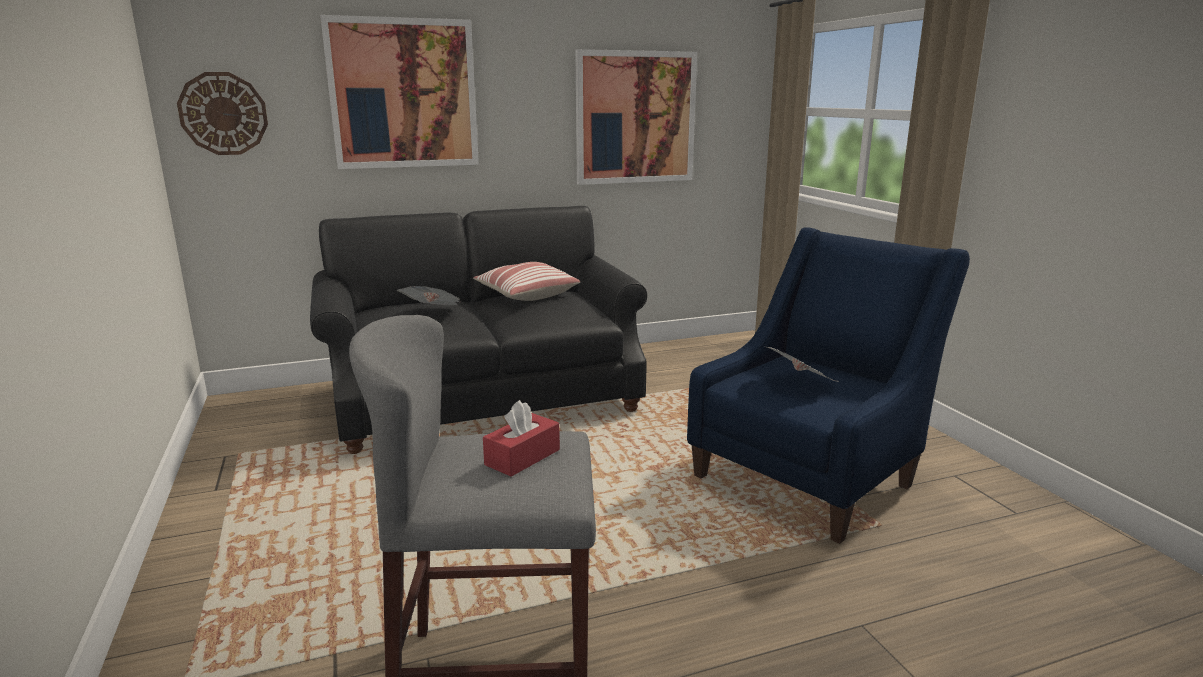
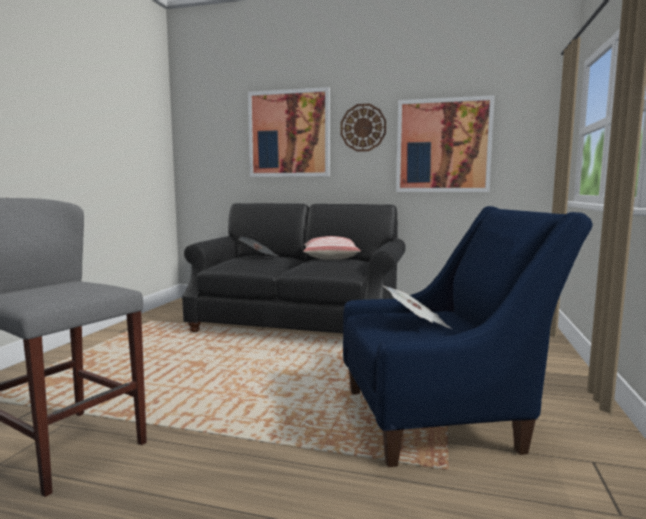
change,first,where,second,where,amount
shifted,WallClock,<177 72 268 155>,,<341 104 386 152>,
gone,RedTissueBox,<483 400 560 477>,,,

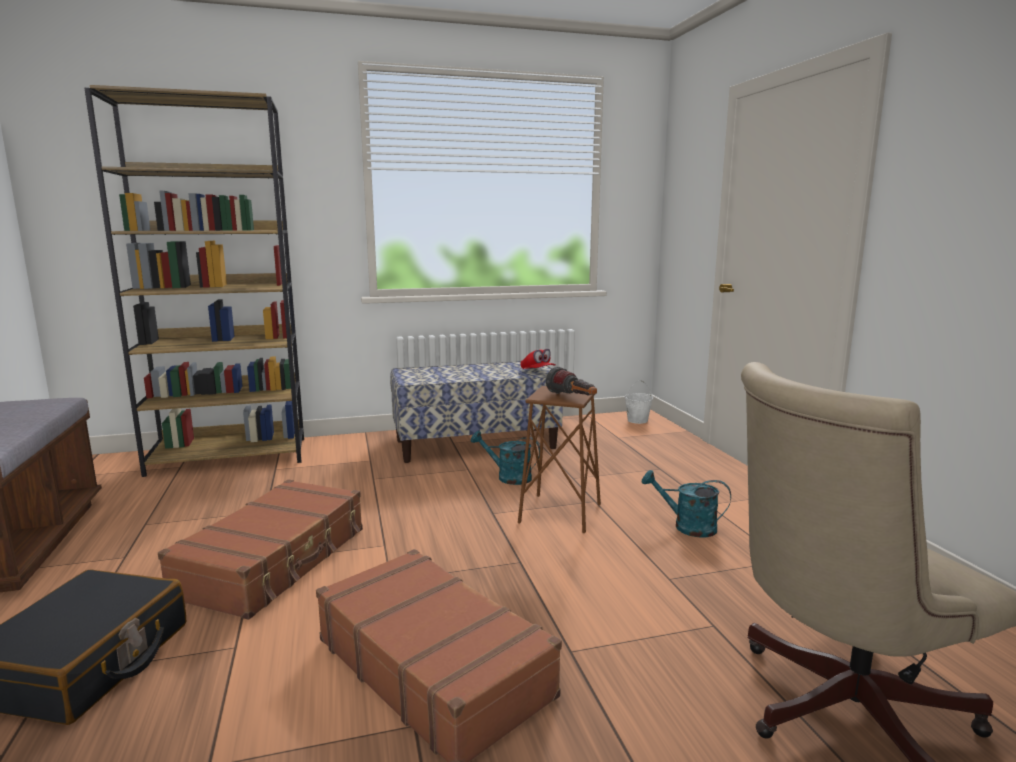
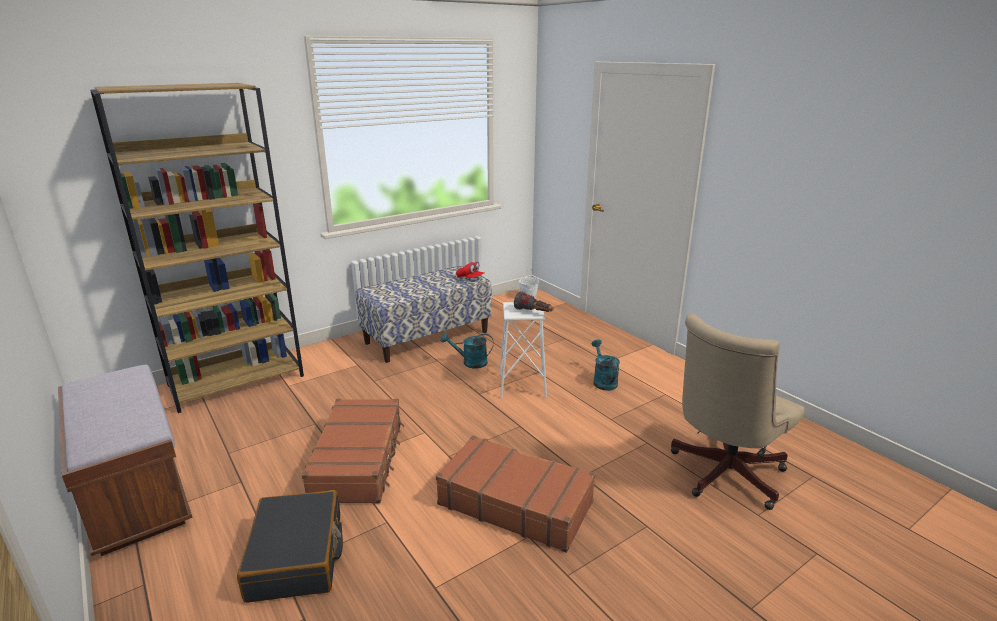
change,first,where,second,where,amount
repainted,BrownStool,<518 386 601 533>,WhiteStool,<499 302 547 398>,
rotated,TurquoiseWateringCan,<642 470 731 538>,,<592 339 620 391>,75 degrees clockwise

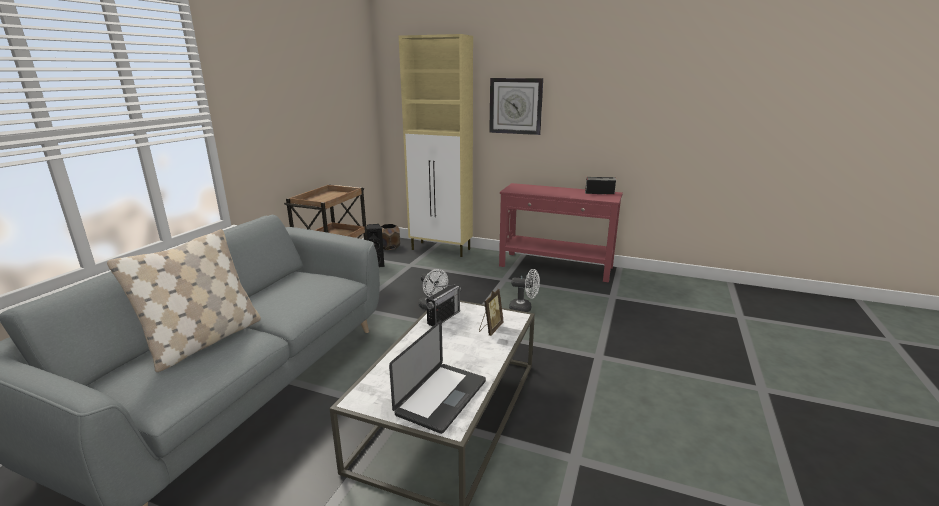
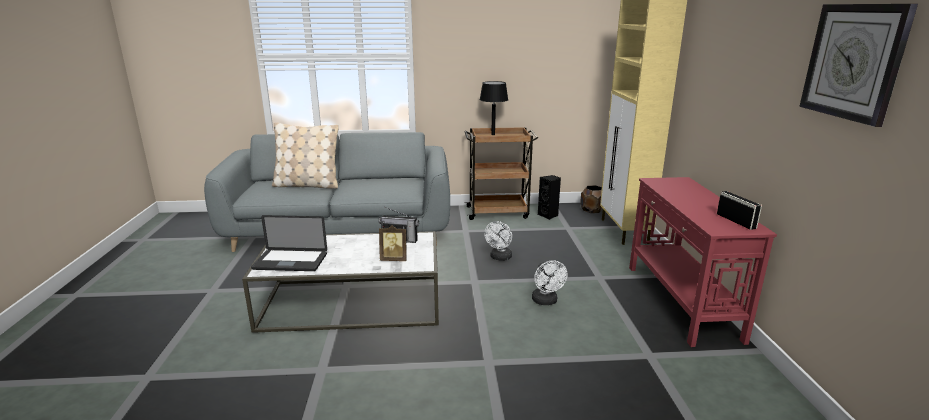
change,first,where,second,where,amount
shifted,WallClock,<489 78 543 135>,,<799 4 918 127>,
new,,,BlackTableLamp,<480 81 508 135>,

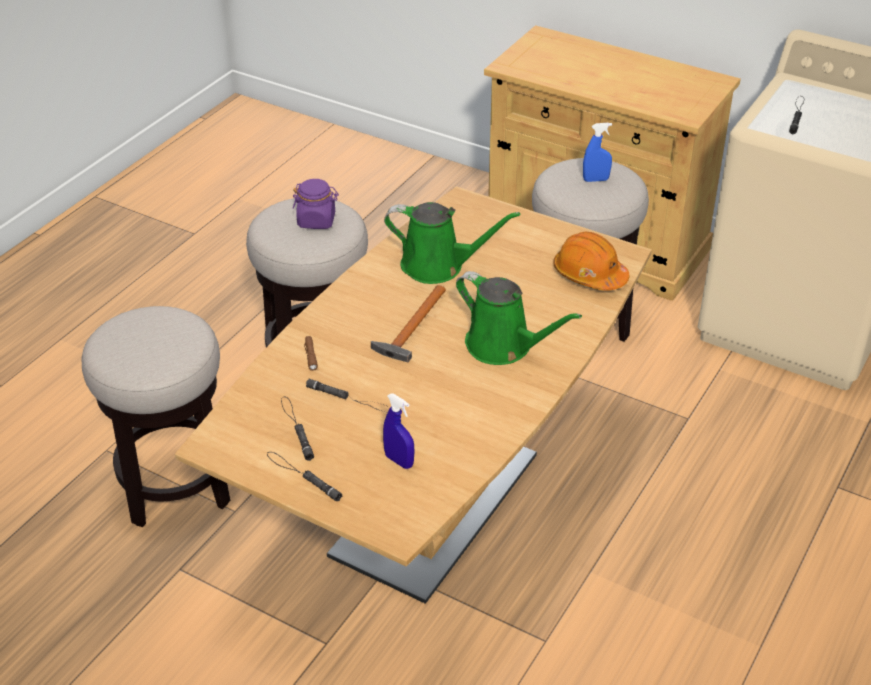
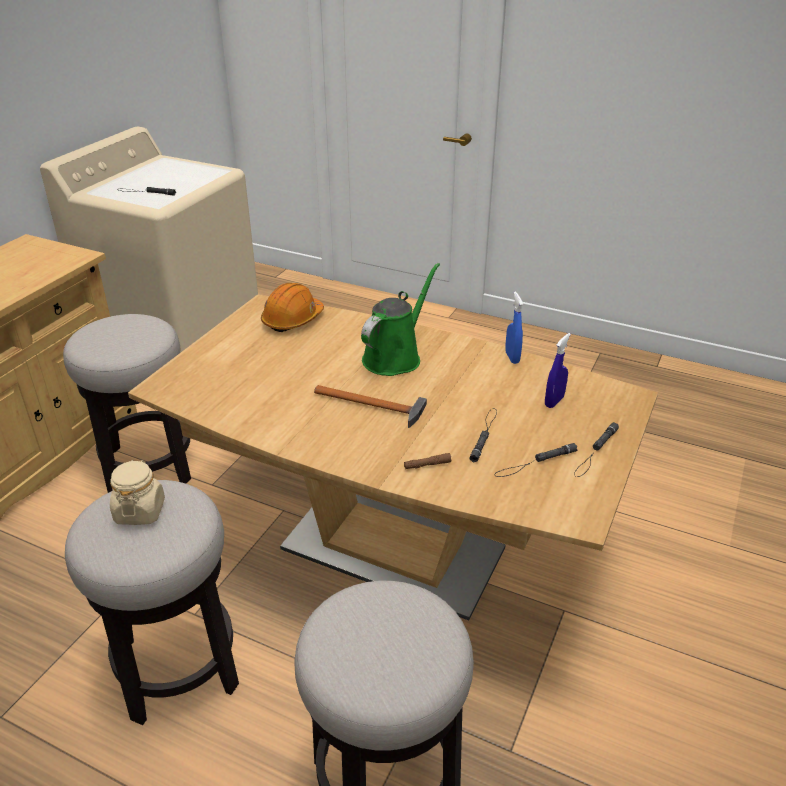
change,first,where,second,where,amount
repainted,PurpleJar,<293 179 339 229>,BeigeJar,<110 460 165 525>,
gone,GreenWateringCan,<384 202 520 284>,,,
shifted,BlueSprayBottle,<583 123 612 182>,,<505 291 523 364>,

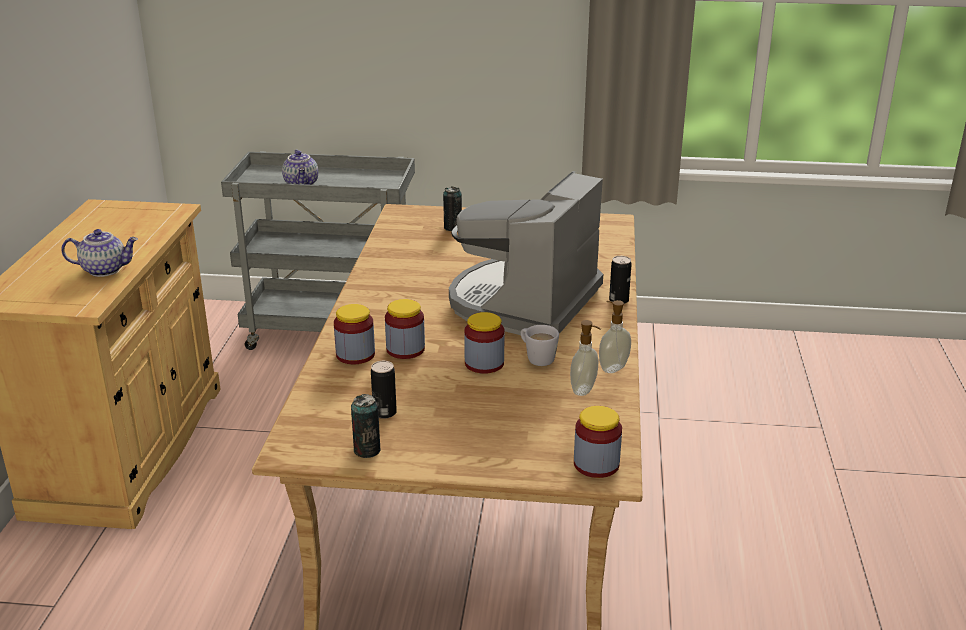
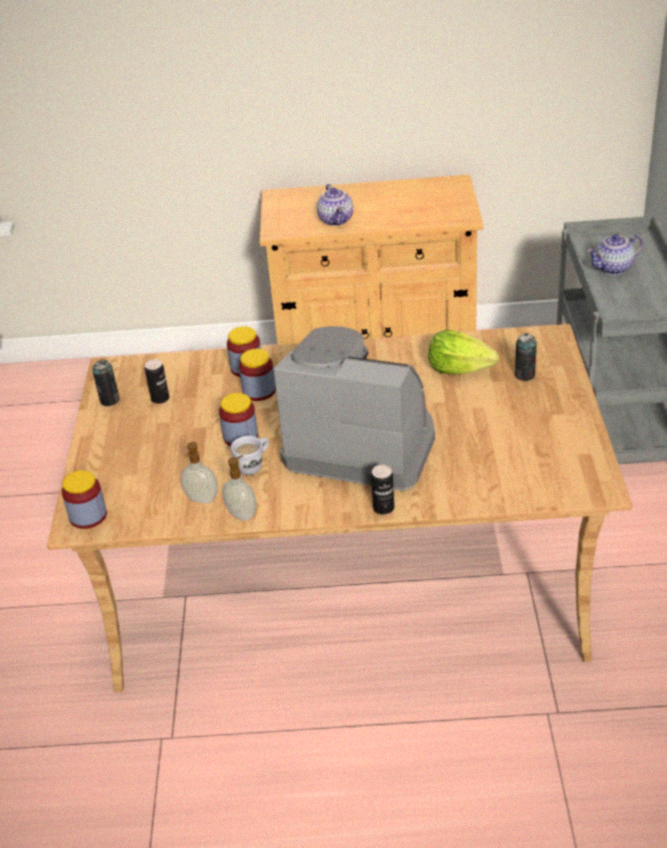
change,first,where,second,where,amount
new,,,Lettuce,<428 330 499 375>,

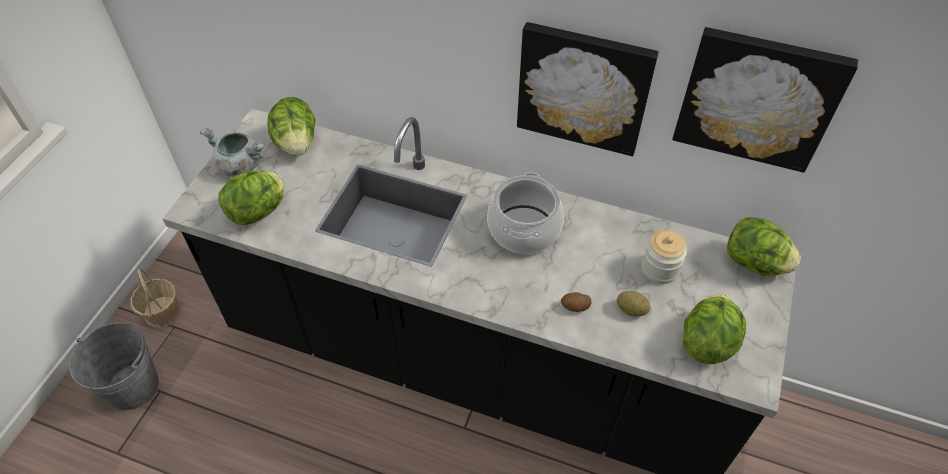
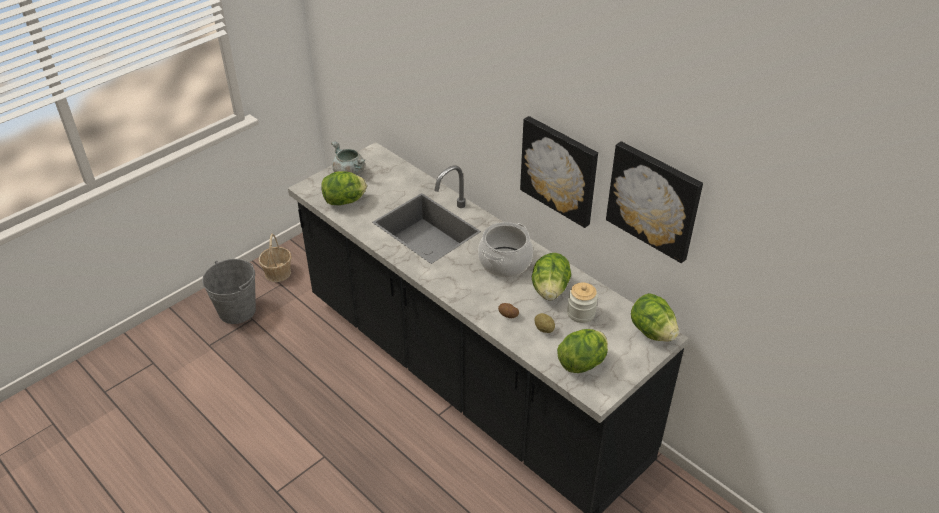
change,first,where,second,where,amount
shifted,Lettuce,<267 97 315 156>,,<532 253 571 301>,

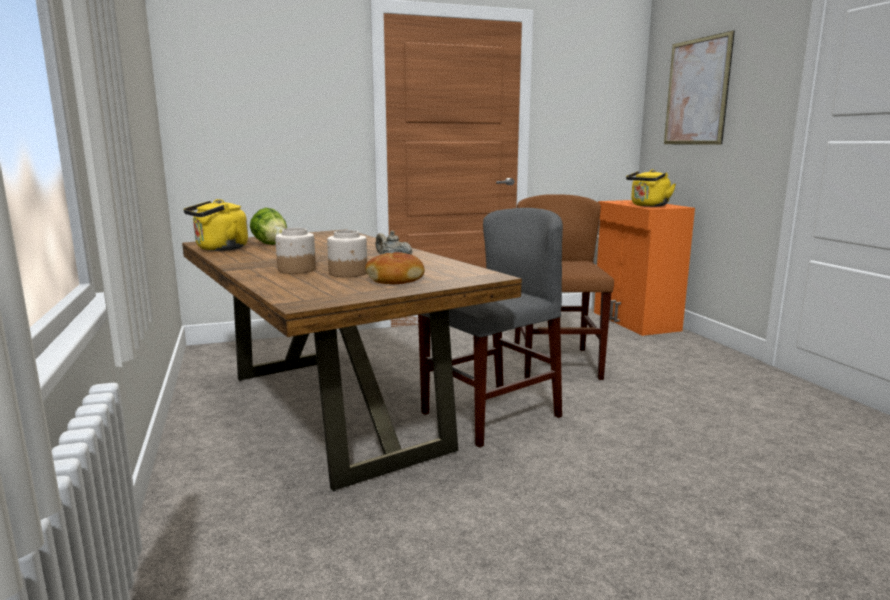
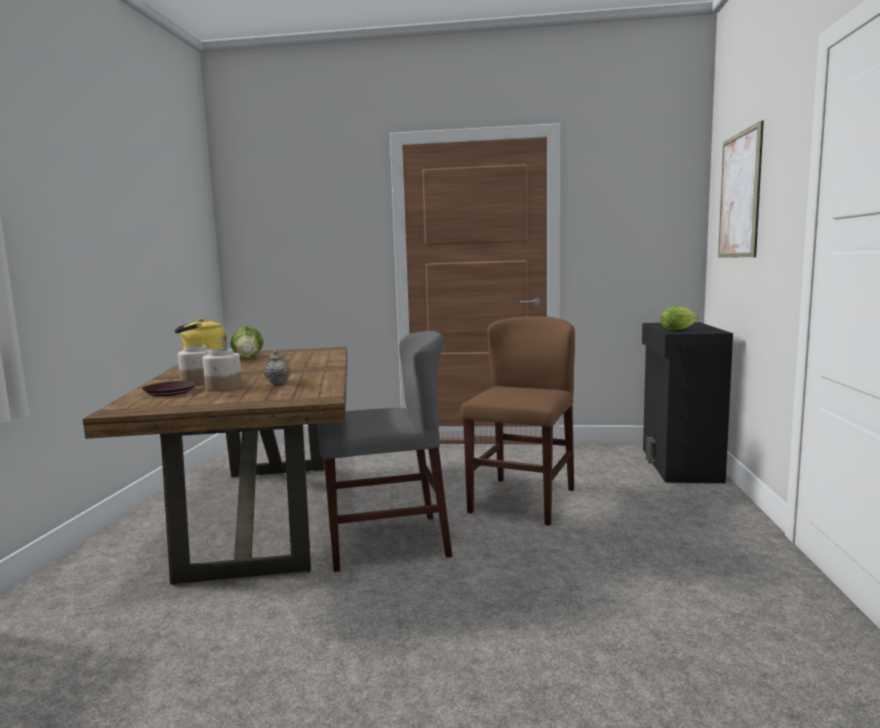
change,first,where,second,where,amount
gone,Bread,<365 252 425 284>,,,
repainted,OrangeCabinet,<594 200 695 336>,BlackCabinet,<642 322 733 483>,
swapped,YellowKettle,<626 169 676 207>,Lettuce,<661 306 698 330>,
new,,,BrownPlate,<142 381 197 396>,

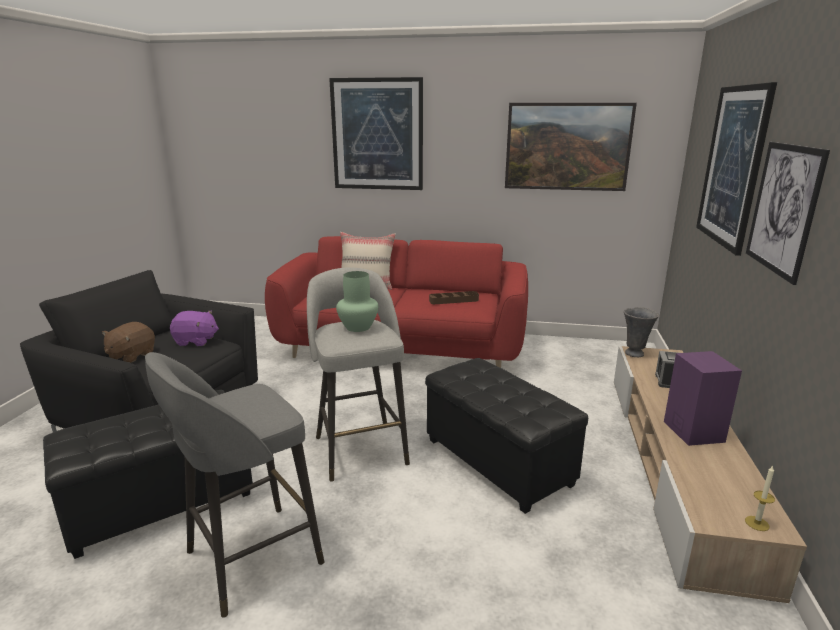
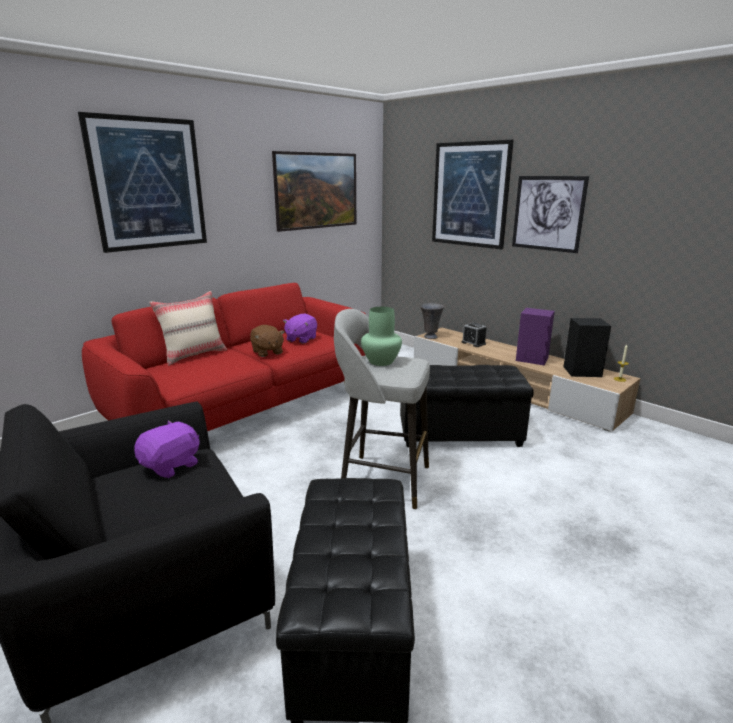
change,first,where,second,where,amount
shifted,BrownPlushToy,<102 322 155 363>,,<250 325 285 357>,
gone,GreyStool,<145 352 324 618>,,,
swapped,BrownTray,<429 291 479 304>,PurplePlushToy,<283 314 317 344>,
new,,,BlackSpeaker,<563 318 611 377>,

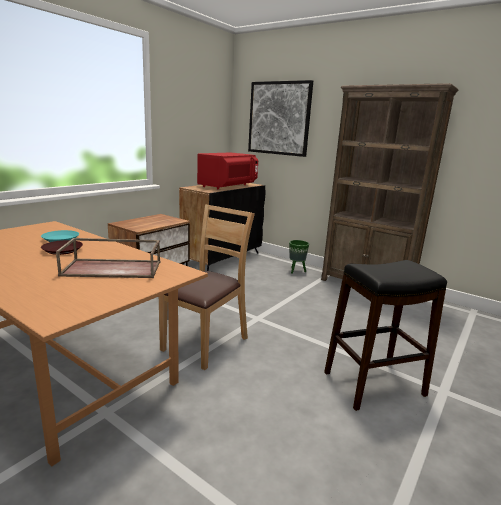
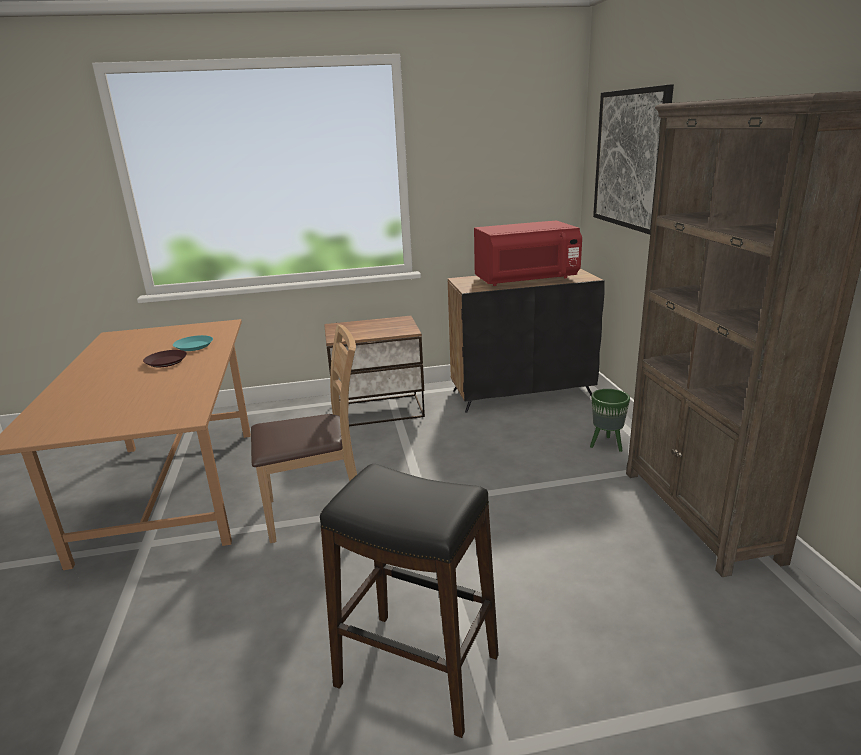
change,first,where,second,where,amount
gone,BrownTray,<56 238 160 278>,,,

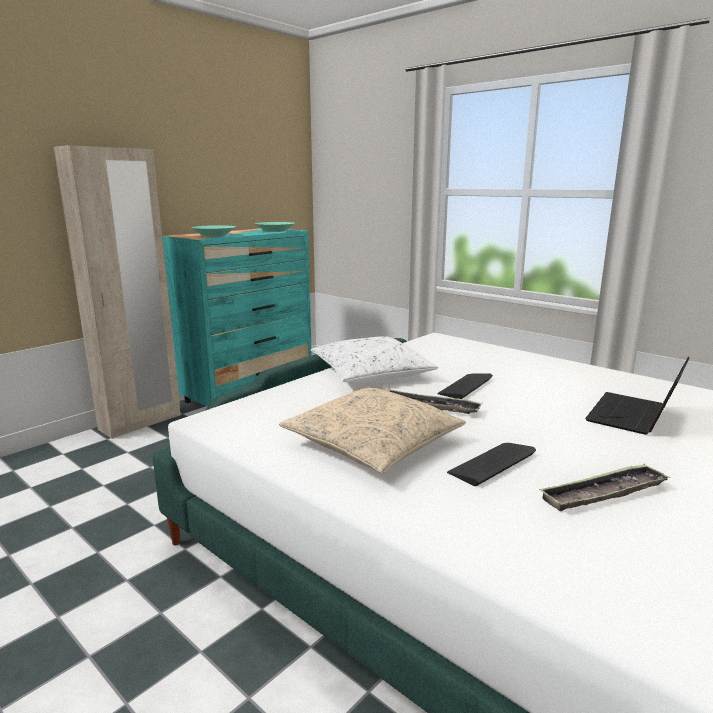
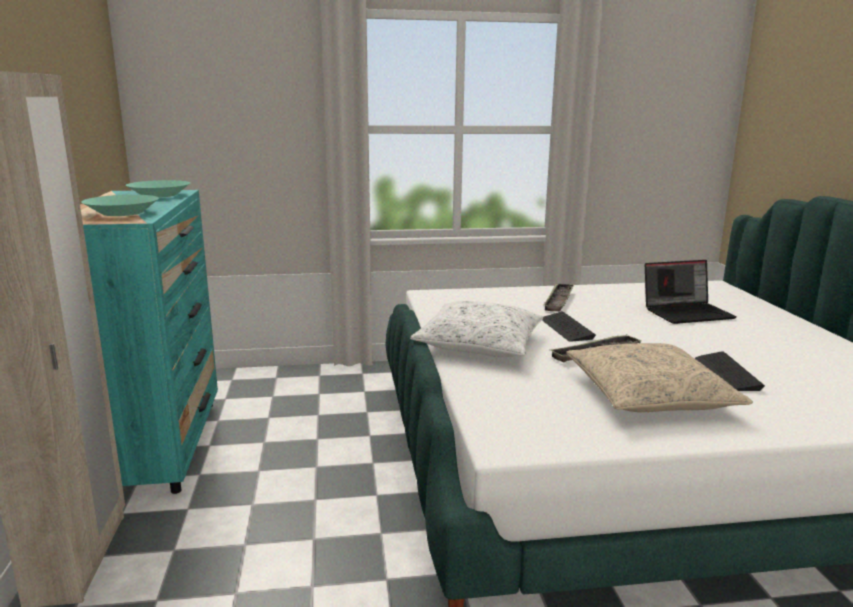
change,first,where,second,where,amount
shifted,Tray,<539 464 671 511>,,<543 283 574 311>,
rotated,Laptop,<585 356 690 435>,,<645 260 737 324>,90 degrees counterclockwise

